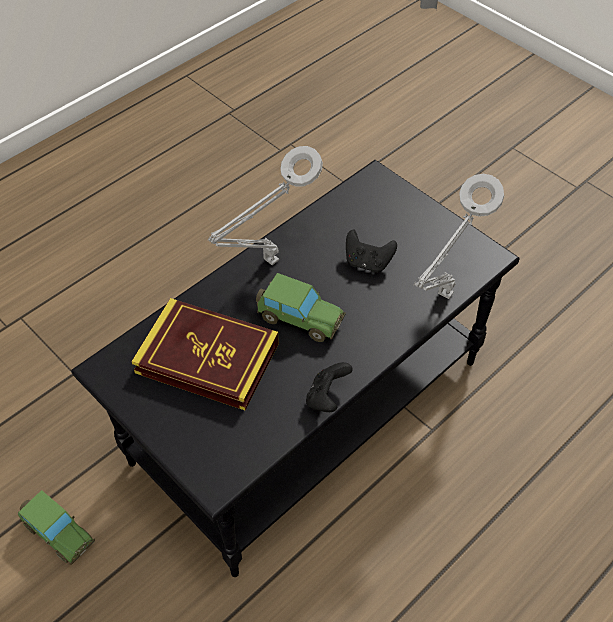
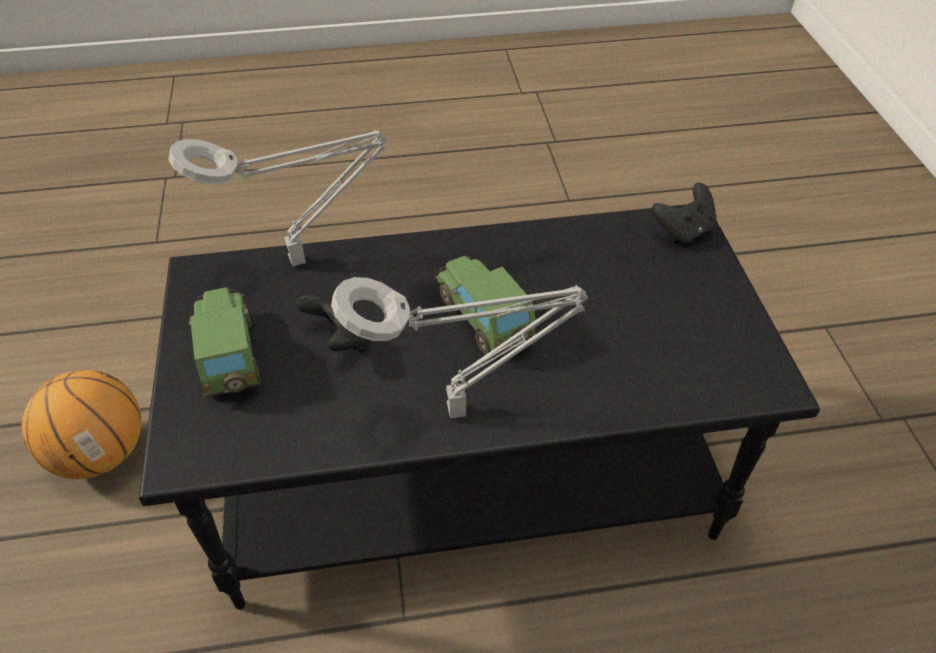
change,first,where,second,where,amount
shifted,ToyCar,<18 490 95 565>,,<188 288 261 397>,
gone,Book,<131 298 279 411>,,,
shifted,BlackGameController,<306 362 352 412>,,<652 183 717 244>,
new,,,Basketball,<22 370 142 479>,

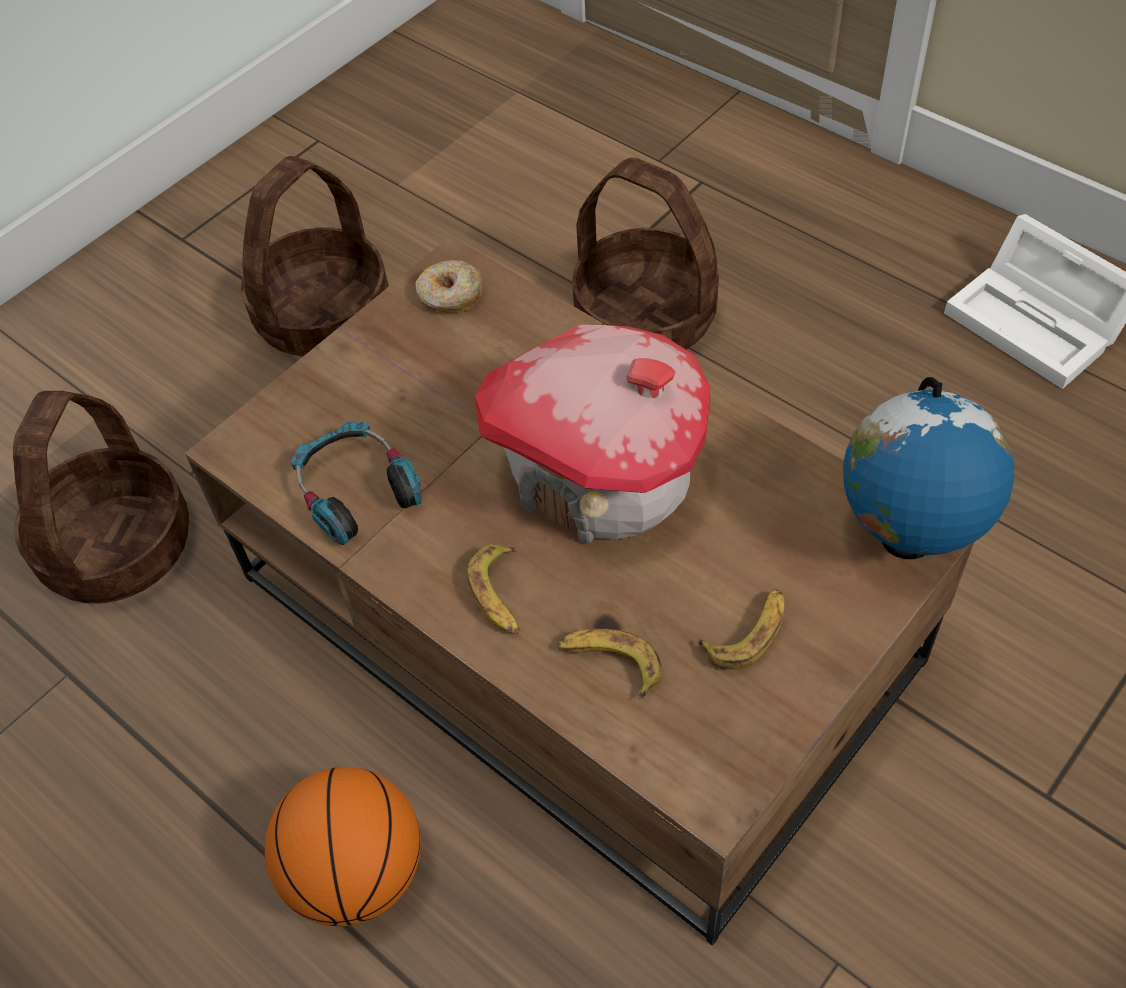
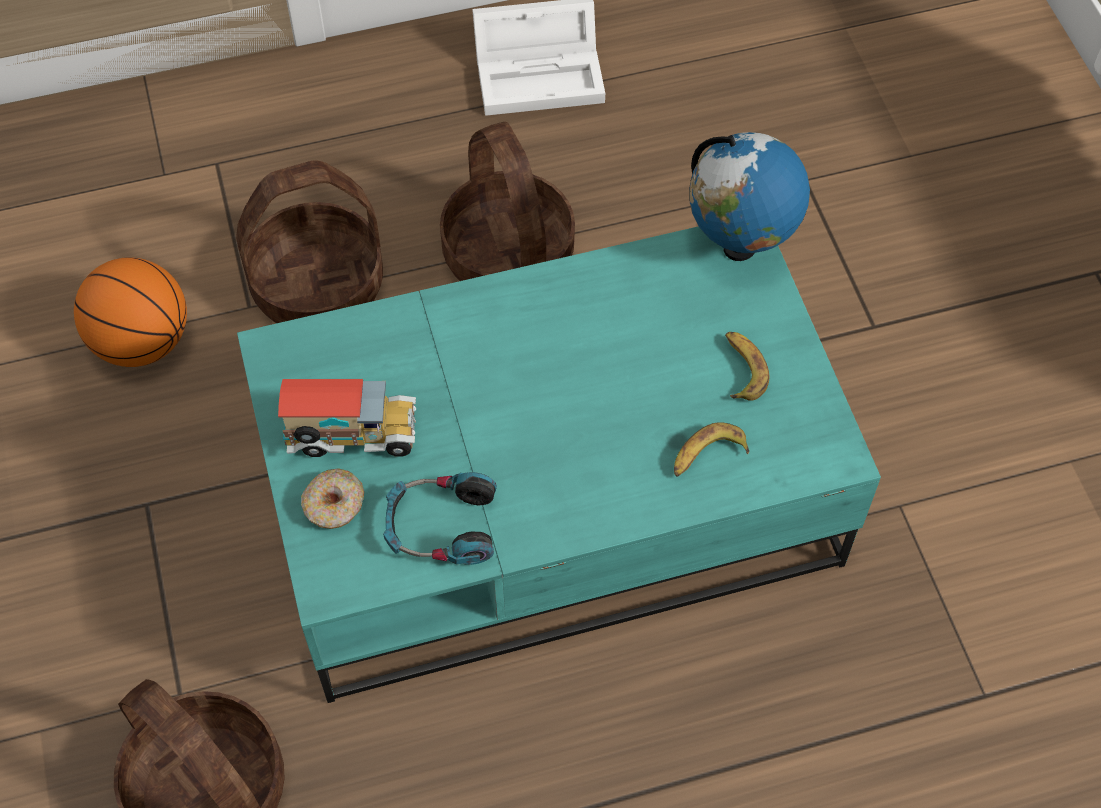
change,first,where,second,where,amount
repainted,BrownCoffeeTable,<185 236 974 945>,TurquoiseCoffeeTable,<237 226 881 703>,
shifted,Basket,<241 156 388 357>,,<440 122 575 281>,
shifted,Basketball,<265 767 421 926>,,<74 257 187 367>,
shifted,Donut,<415 260 483 312>,,<301 468 364 529>,
gone,Banana,<466 544 519 634>,,,
gone,ToyHouse,<475 325 710 544>,,,
new,,,ToyTruck,<278 379 416 457>,

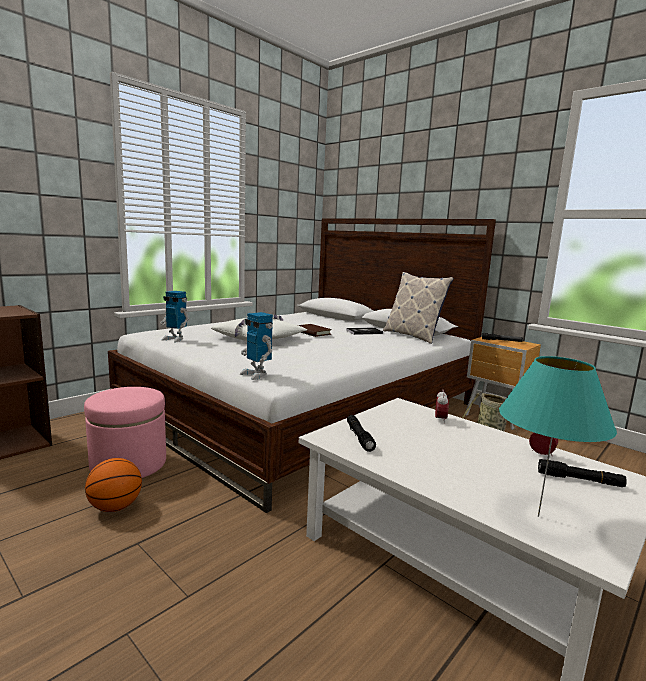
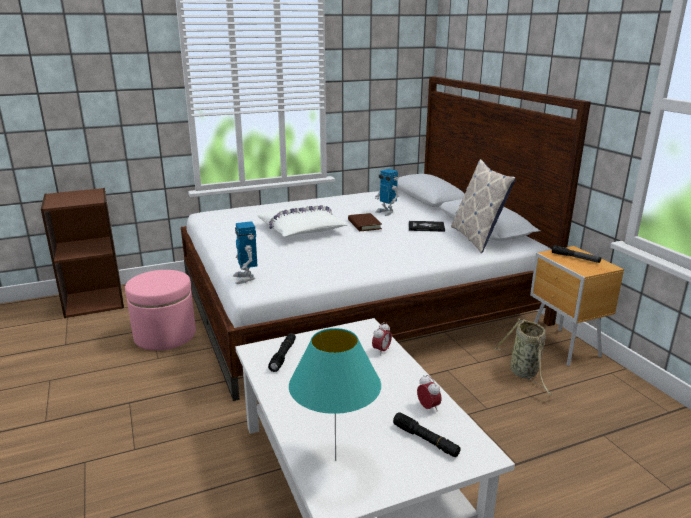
change,first,where,second,where,amount
gone,Basketball,<85 458 142 512>,,,
shifted,ToyRobot,<160 291 189 342>,,<375 169 399 216>,

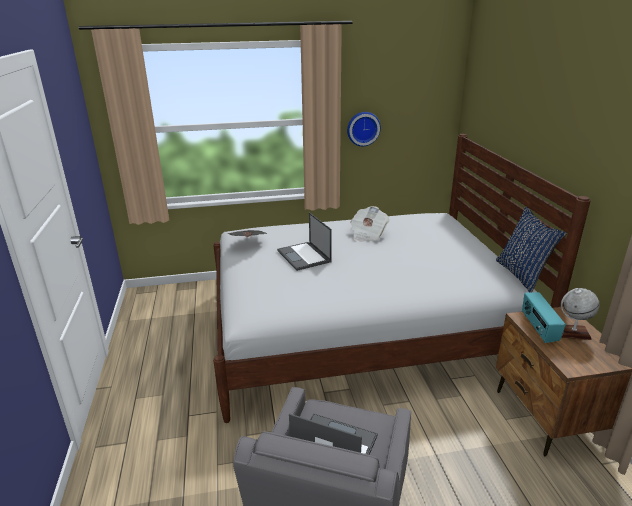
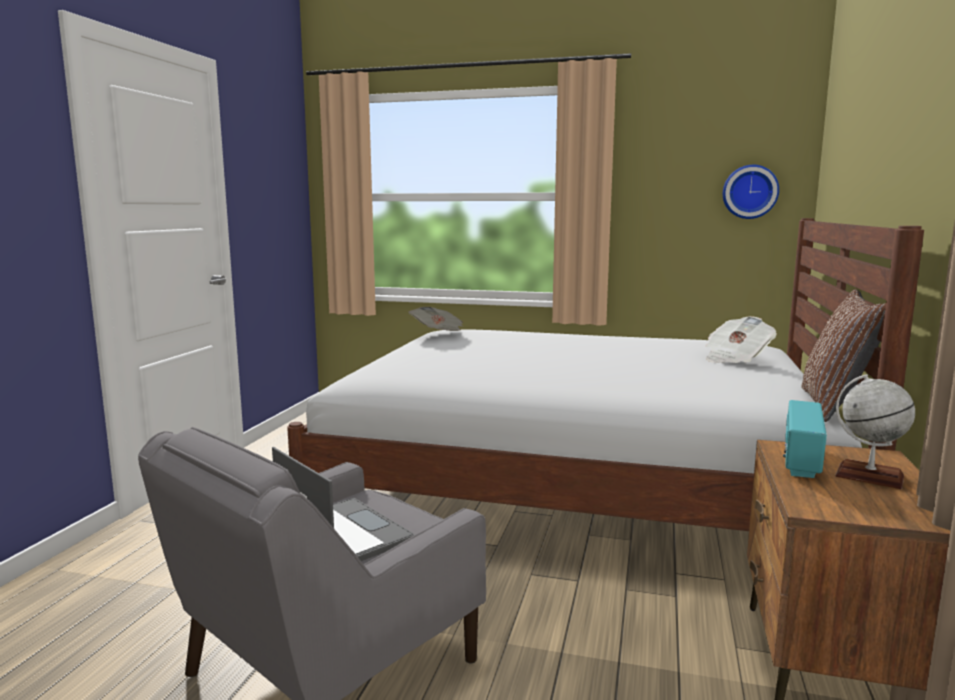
change,first,where,second,where,amount
gone,Laptop,<277 212 332 271>,,,
shifted,WallClock,<347 112 381 146>,,<723 165 779 219>,
shifted,Newspaper,<350 206 389 242>,,<706 316 776 363>,
repainted,BluePillow,<496 207 567 293>,BrownPillow,<801 289 886 422>,

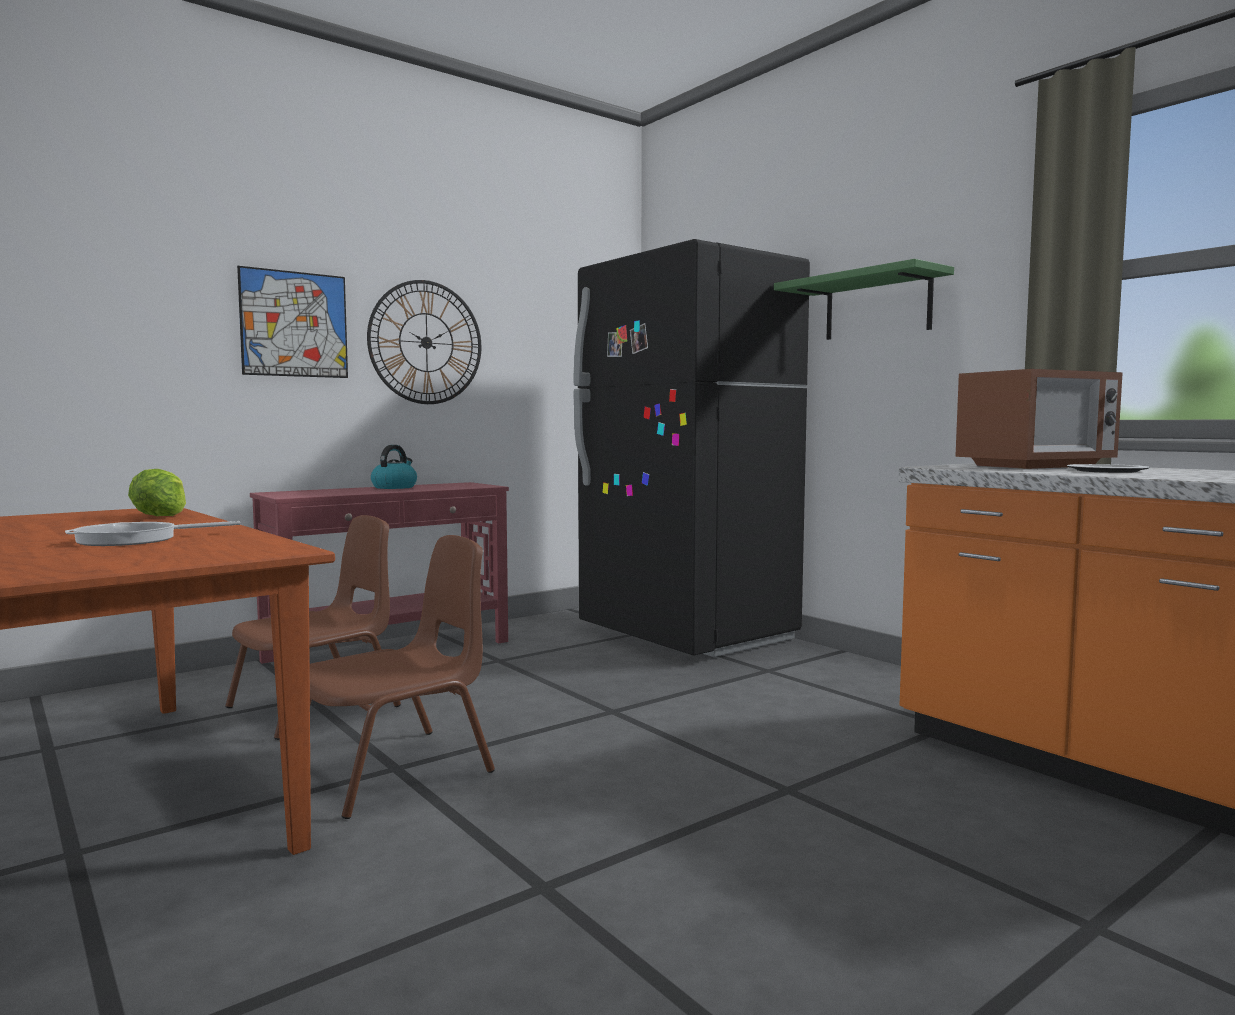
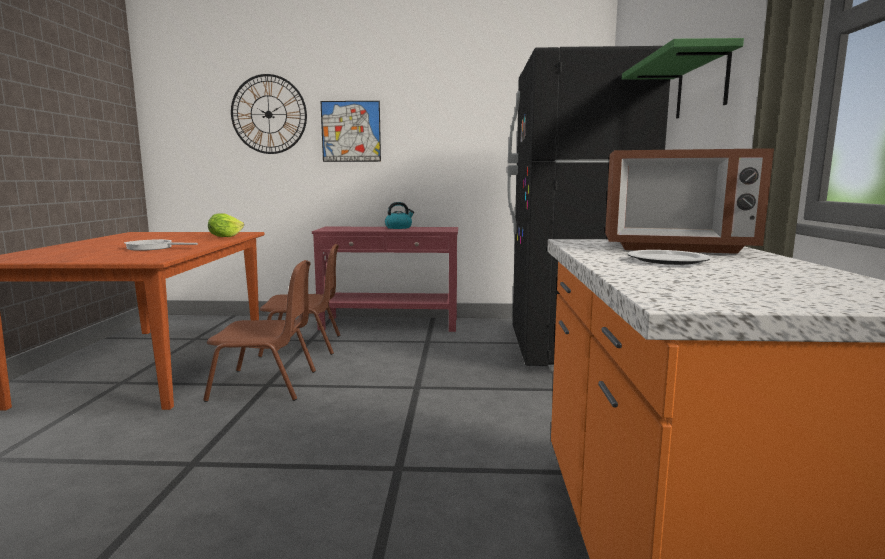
change,first,where,second,where,amount
shifted,WallClock,<367 280 481 404>,,<231 74 307 154>,

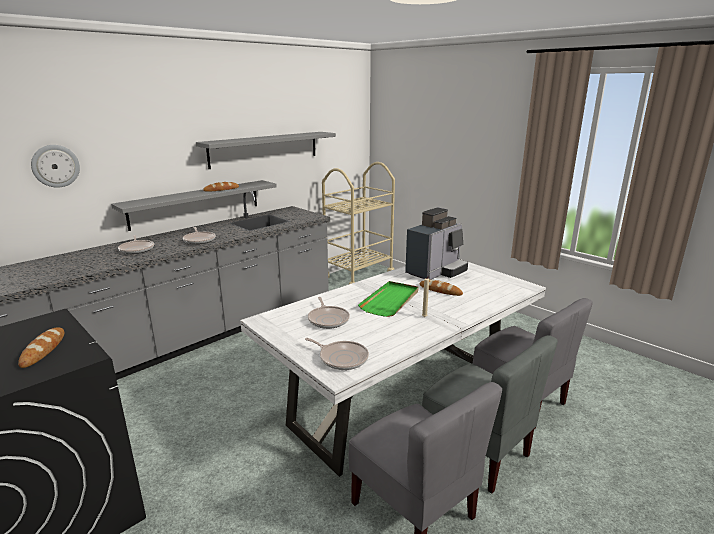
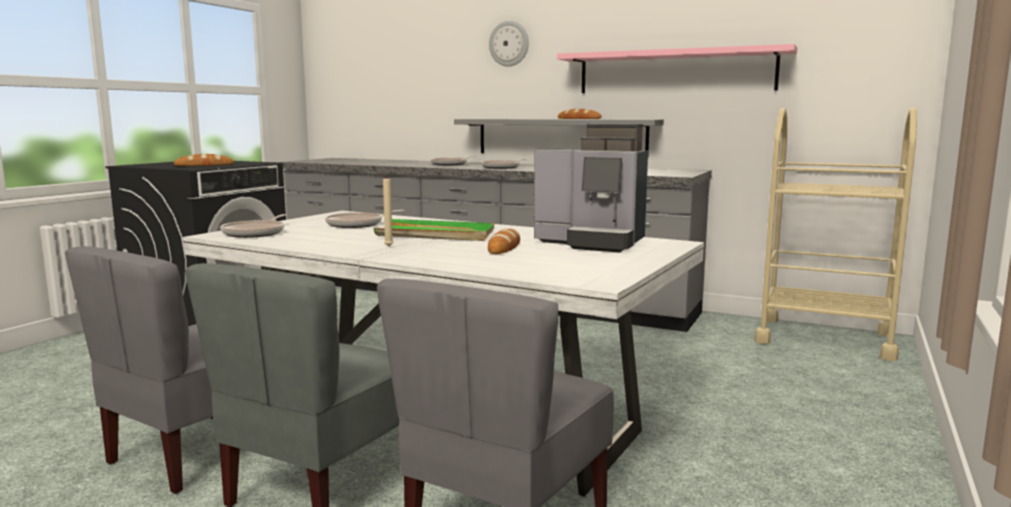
change,first,where,second,where,amount
shifted,WallClock,<31 145 80 188>,,<489 21 529 67>,
repainted,GreyShelf,<196 132 336 169>,PinkShelf,<557 44 798 93>,

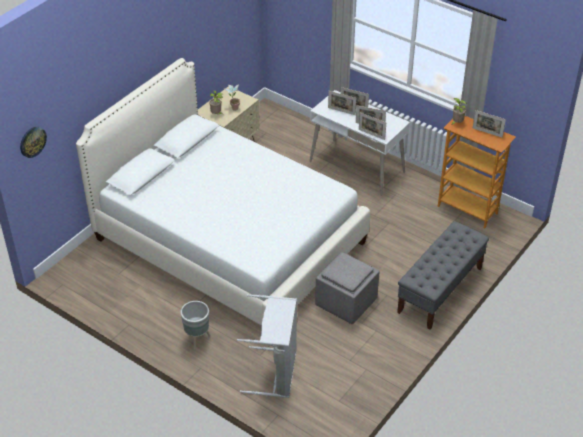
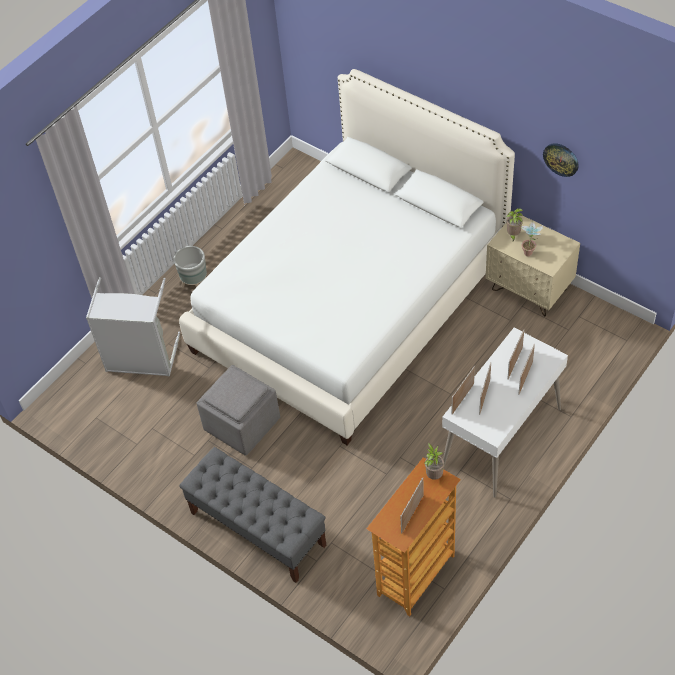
change,first,where,second,where,amount
shifted,WallClock,<20 127 47 158>,,<543 143 579 177>,

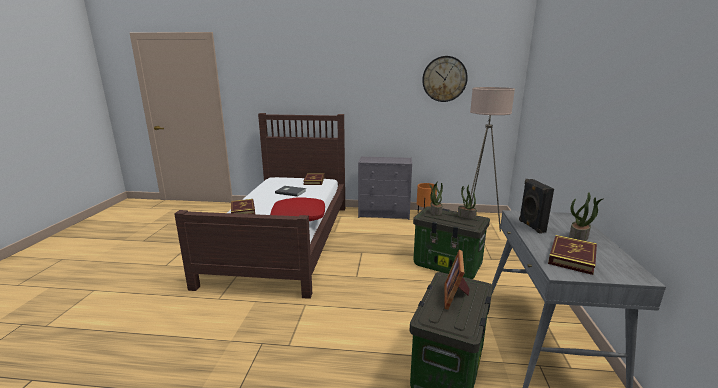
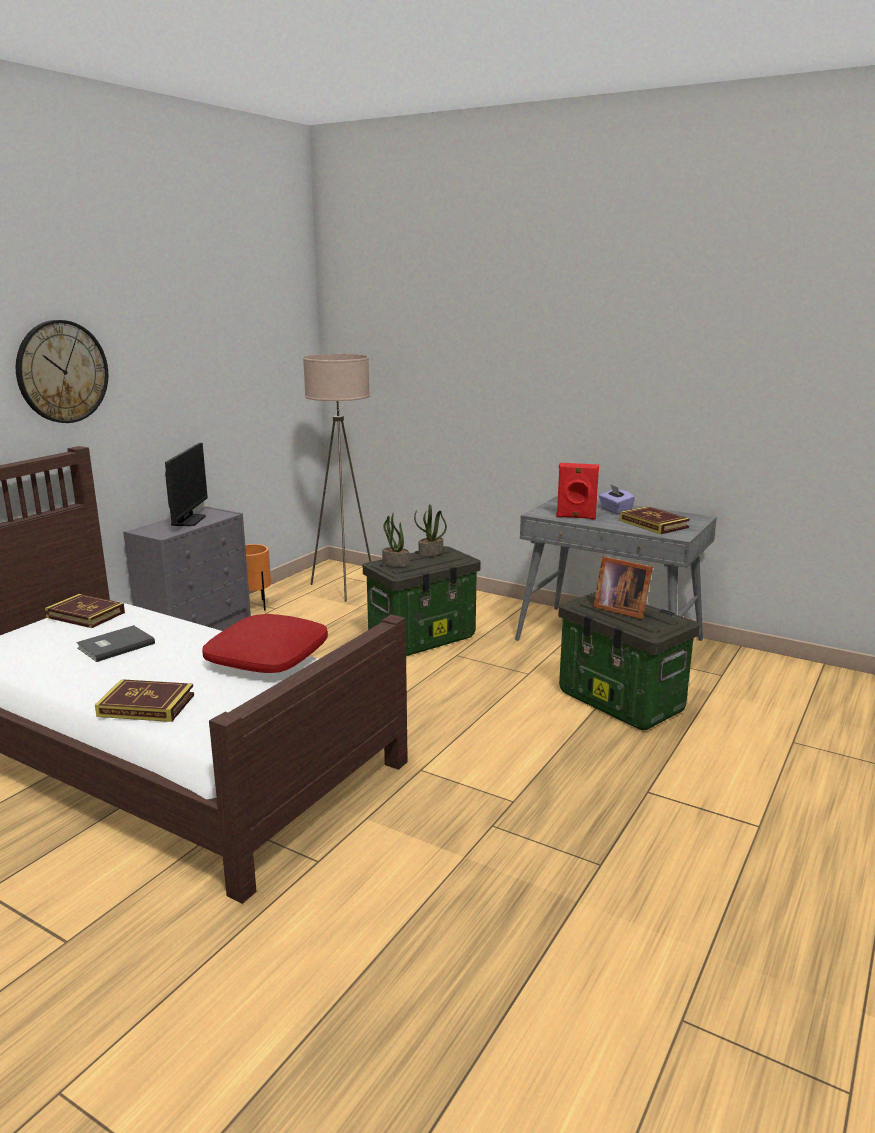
change,first,where,second,where,amount
shifted,WallClock,<422 56 468 102>,,<16 320 108 423>,
repainted,BlackSpeaker,<519 179 554 234>,RedSpeaker,<556 463 599 520>,
swapped,PottedPlant,<569 192 603 241>,PurpleTissueBox,<599 485 635 514>,
new,,,Monitor,<165 443 208 526>,

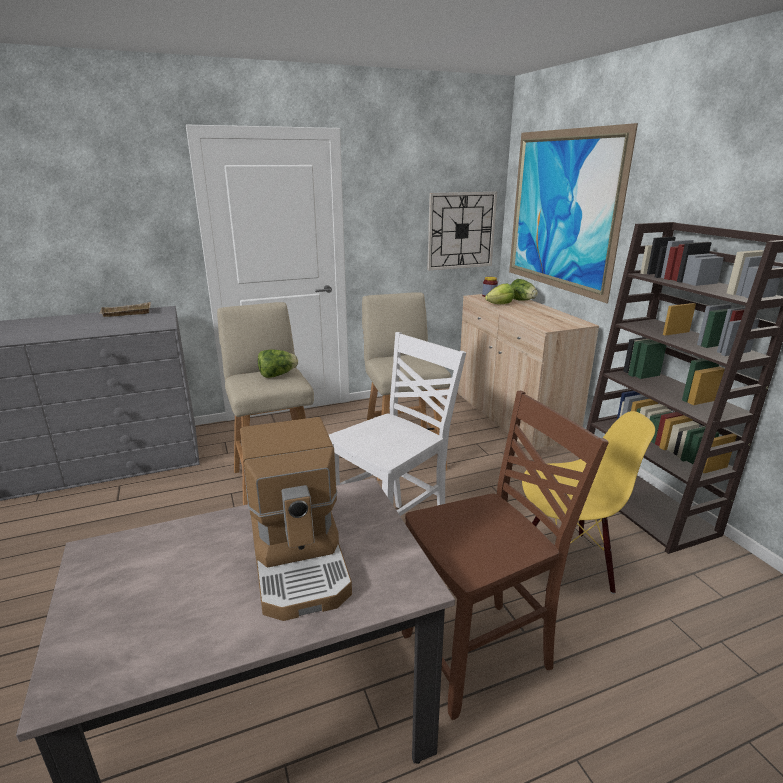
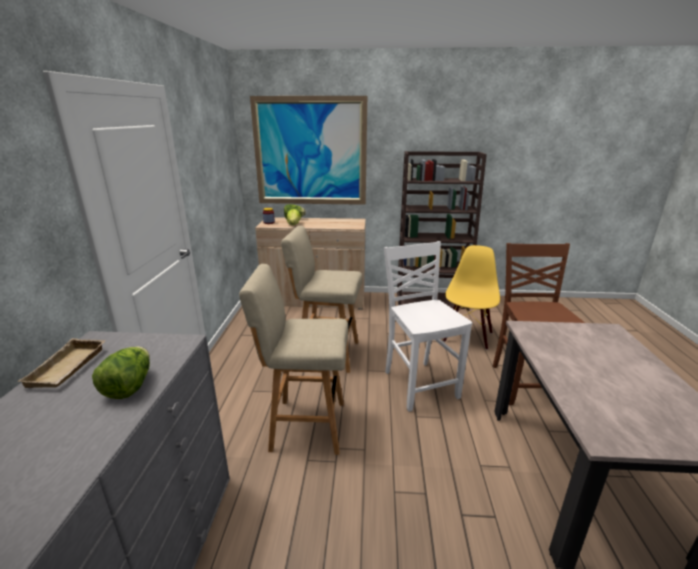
change,first,where,second,where,amount
gone,CoffeeMachine,<240 417 352 621>,,,
shifted,Lettuce,<258 349 298 378>,,<92 346 150 399>,
gone,WallClock,<427 192 497 270>,,,

